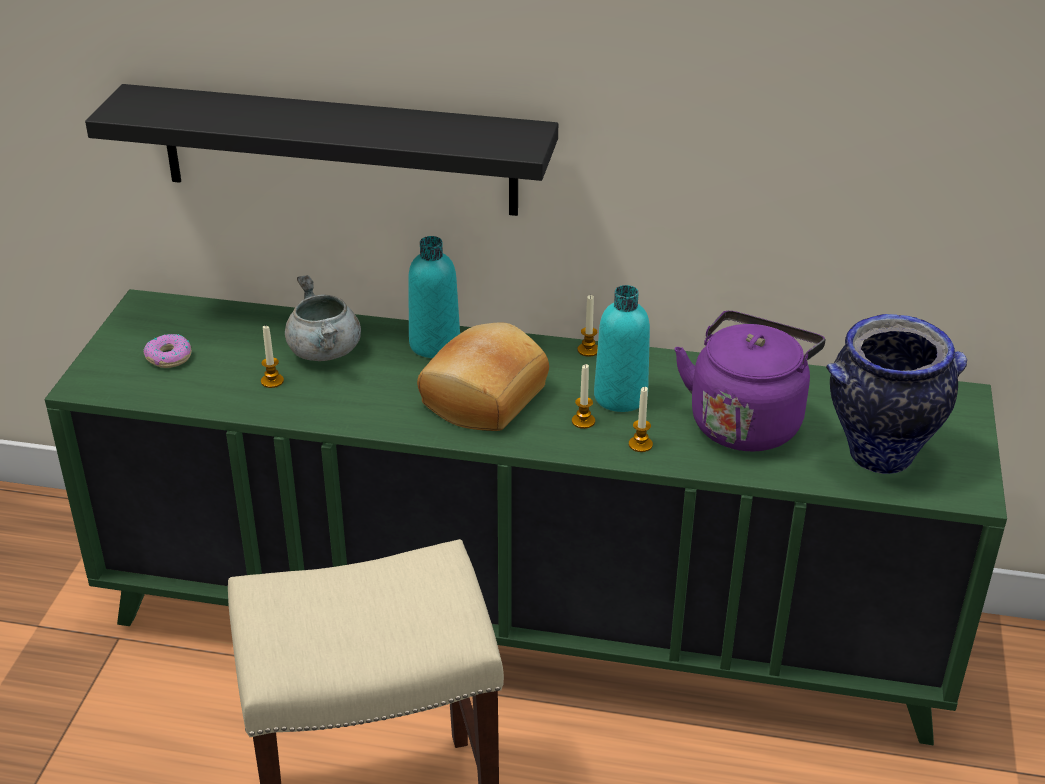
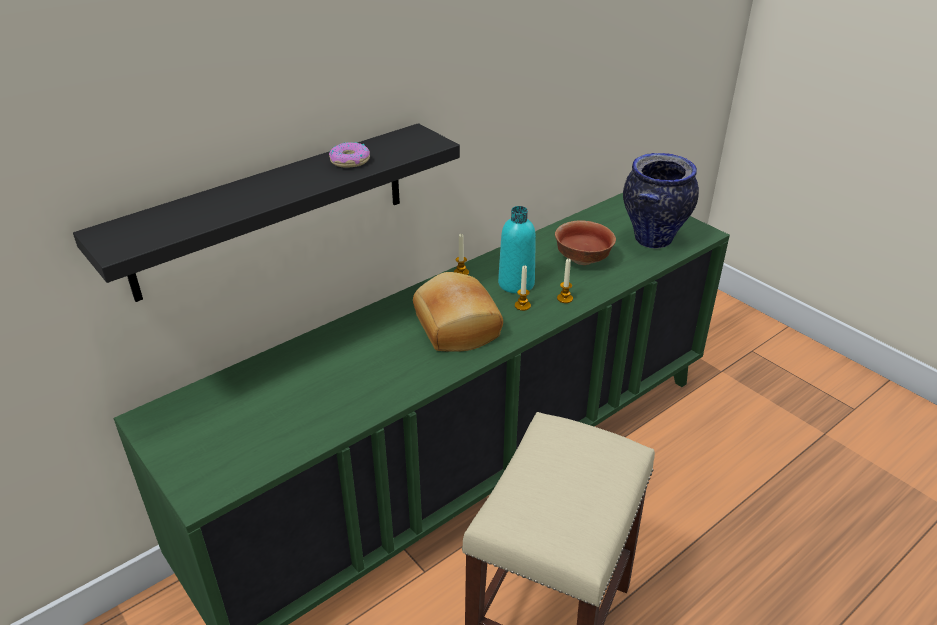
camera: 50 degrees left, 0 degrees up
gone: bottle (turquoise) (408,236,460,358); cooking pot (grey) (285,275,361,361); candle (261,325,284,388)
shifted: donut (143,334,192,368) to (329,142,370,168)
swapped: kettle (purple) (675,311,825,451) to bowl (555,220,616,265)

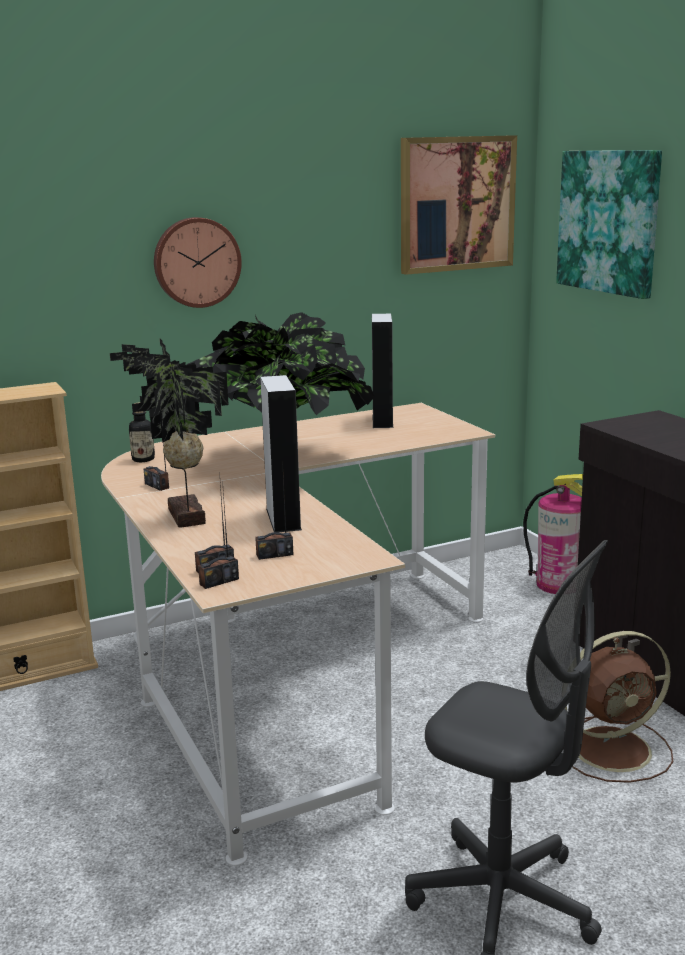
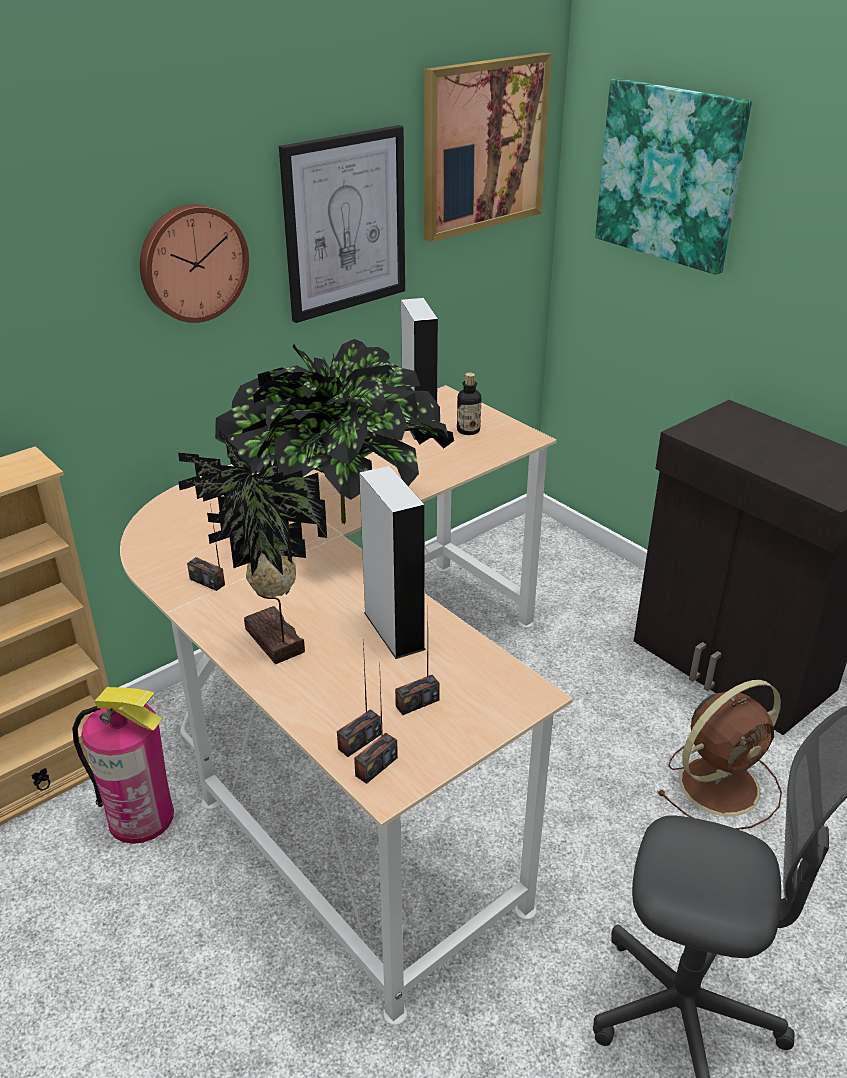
camera: 15 degrees left, 15 degrees up
new: picture (279,125,405,323)
shifted: bottle (129,403,155,462) to (457,372,481,435); fire extinguisher (523,474,583,594) to (72,687,174,844)

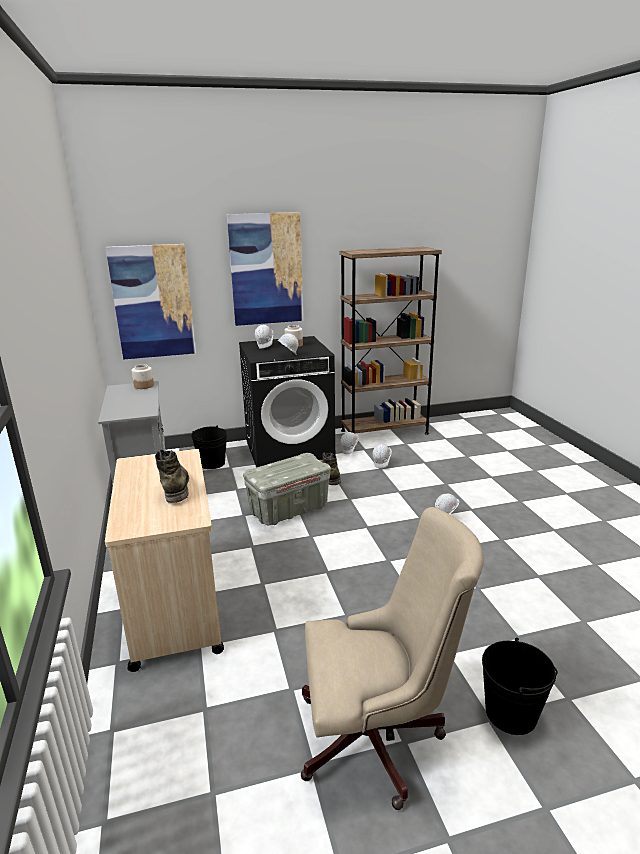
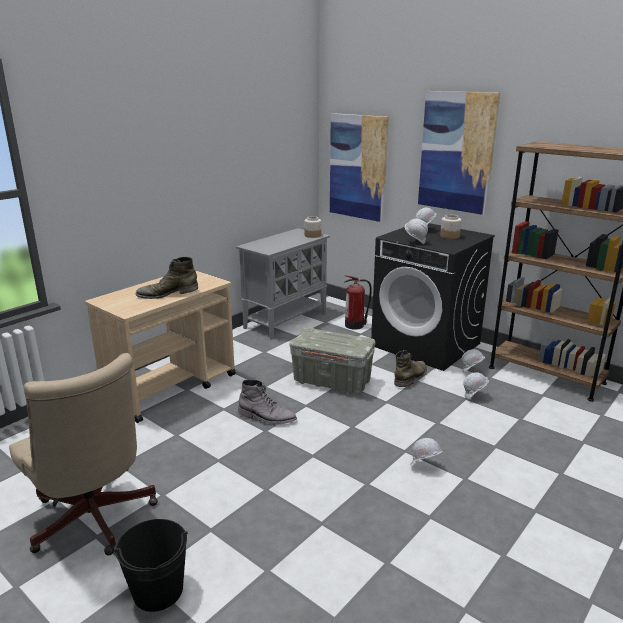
camera: 55 degrees right, 0 degrees up
new: boot (grey) (238,379,297,424)
swapped: bucket (black) (191,426,227,469) to fire extinguisher (344,275,372,330)
rotated: boot (green) (155,449,190,503) = (135,257,198,299) 150 degrees counterclockwise

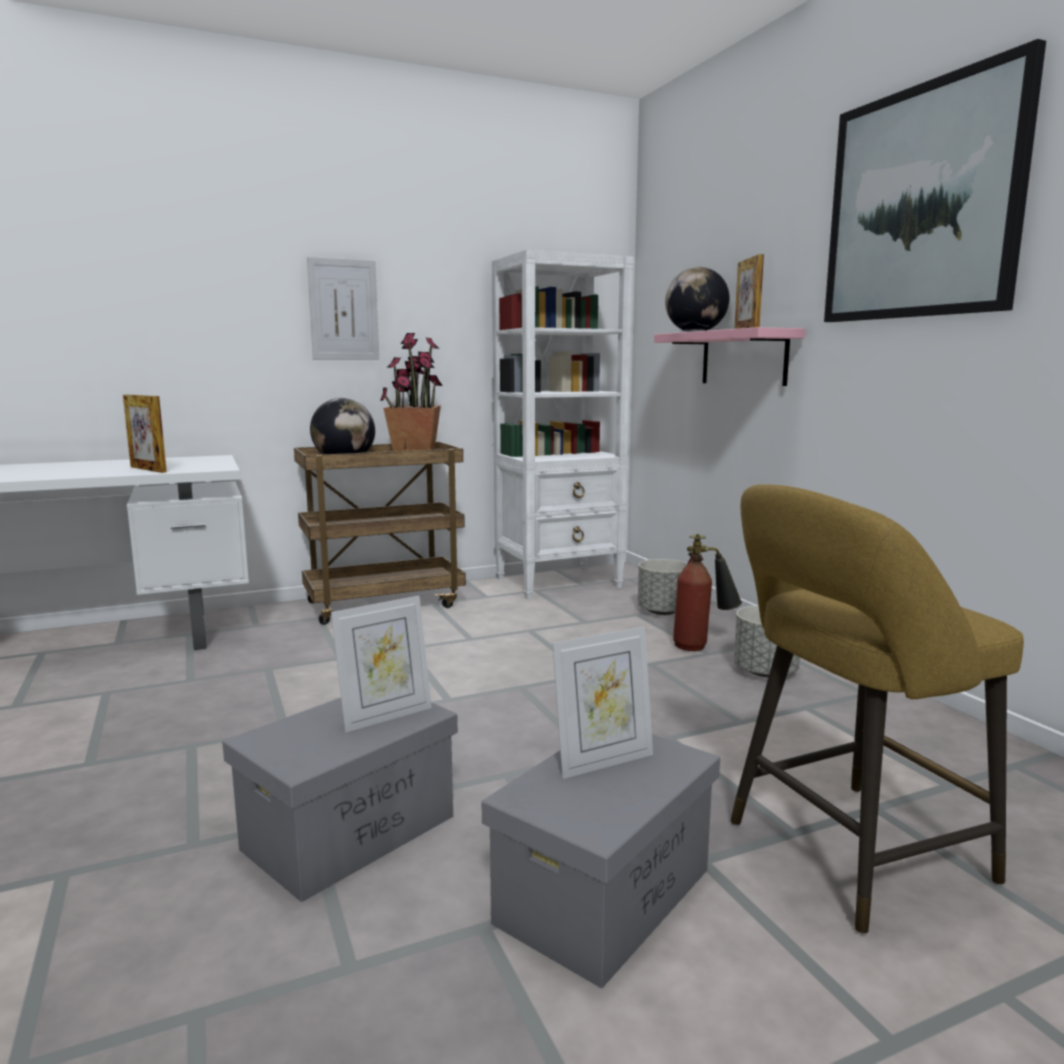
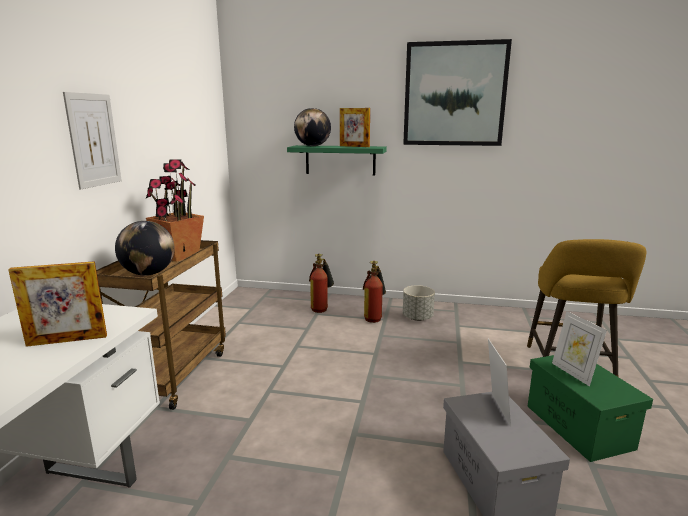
camera: 55 degrees left, 5 degrees up
gone: bookcase (white) (492,250,633,600)
swapped: planter (grey) (638,559,687,615) to fire extinguisher (309,254,334,313)
repainted: shelf (pink) (654,327,805,386) to shelf (green) (287,145,387,176); storage box (grey) (481,734,720,988) to storage box (green) (527,355,653,462)
rotated: picture frame (552,627,653,779) = (552,311,607,386) 150 degrees clockwise

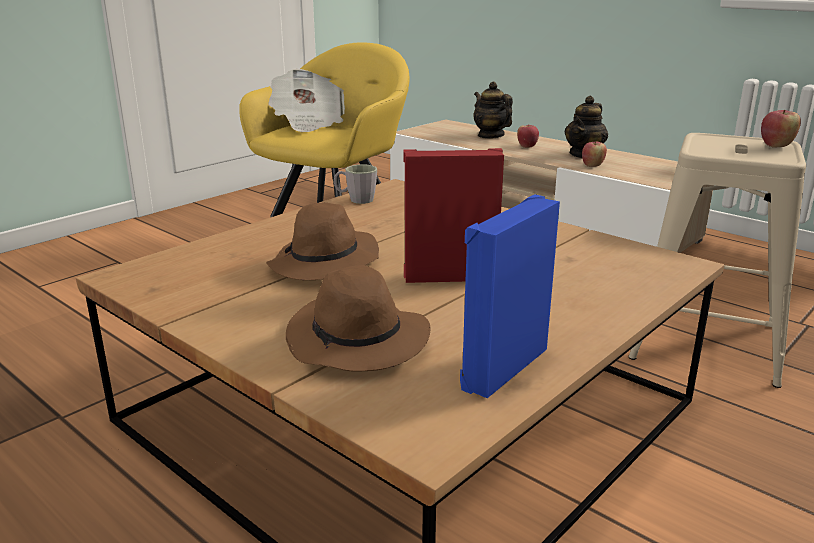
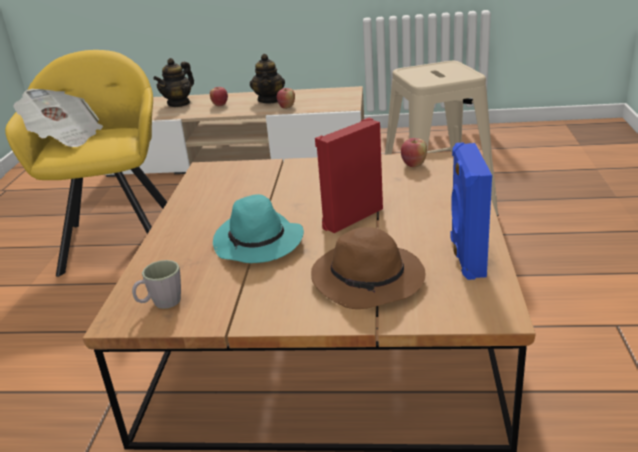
camera: 35 degrees left, 5 degrees up
shifted: apple (761,110,801,148) to (401,138,427,168); mug (grey) (334,164,377,204) to (132,260,181,309)
repainted: hat (brown) (266,203,379,280) to hat (turquoise) (213,194,304,263)
rotated: teapot (473,82,513,139) = (153,58,194,107) 75 degrees counterclockwise

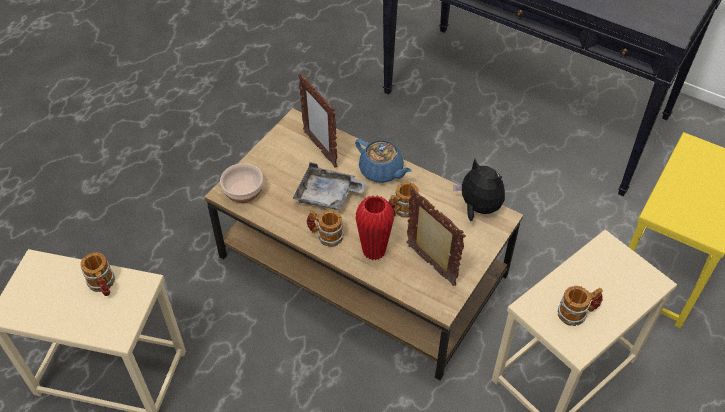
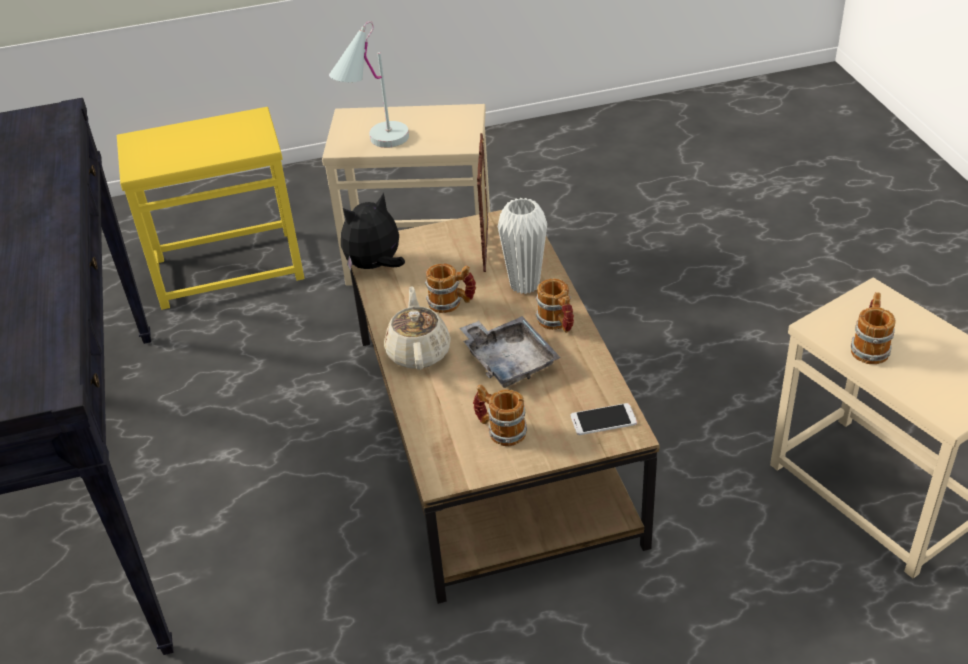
camera: 135 degrees left, 10 degrees down
gone: picture frame (298,73,338,168)
new: table lamp (white) (329,21,409,148)
shifted: mug (558,286,603,326) to (473,384,527,446)
swapped: bowl (220,163,263,203) to phone (571,403,637,435)
repainted: teapot (blue) (355,139,412,183) to teapot (beige) (384,286,451,370); vase (red) (355,195,394,260) to vase (white) (498,198,547,294)
rotated: plush toy (453,158,505,221) = (341,192,405,270) 60 degrees clockwise

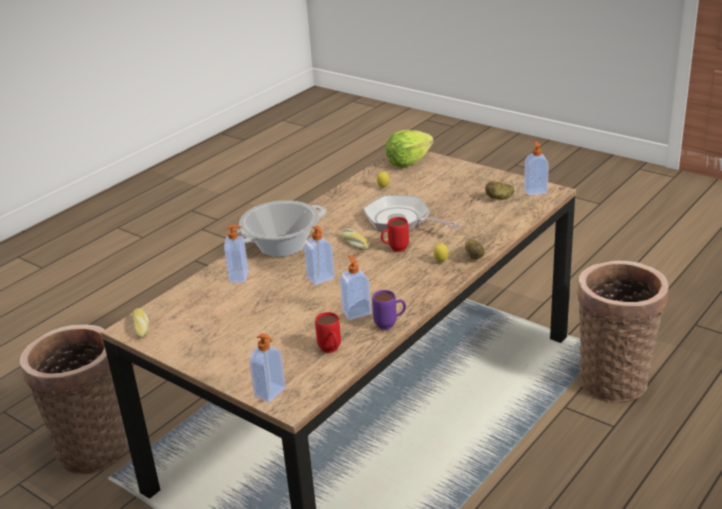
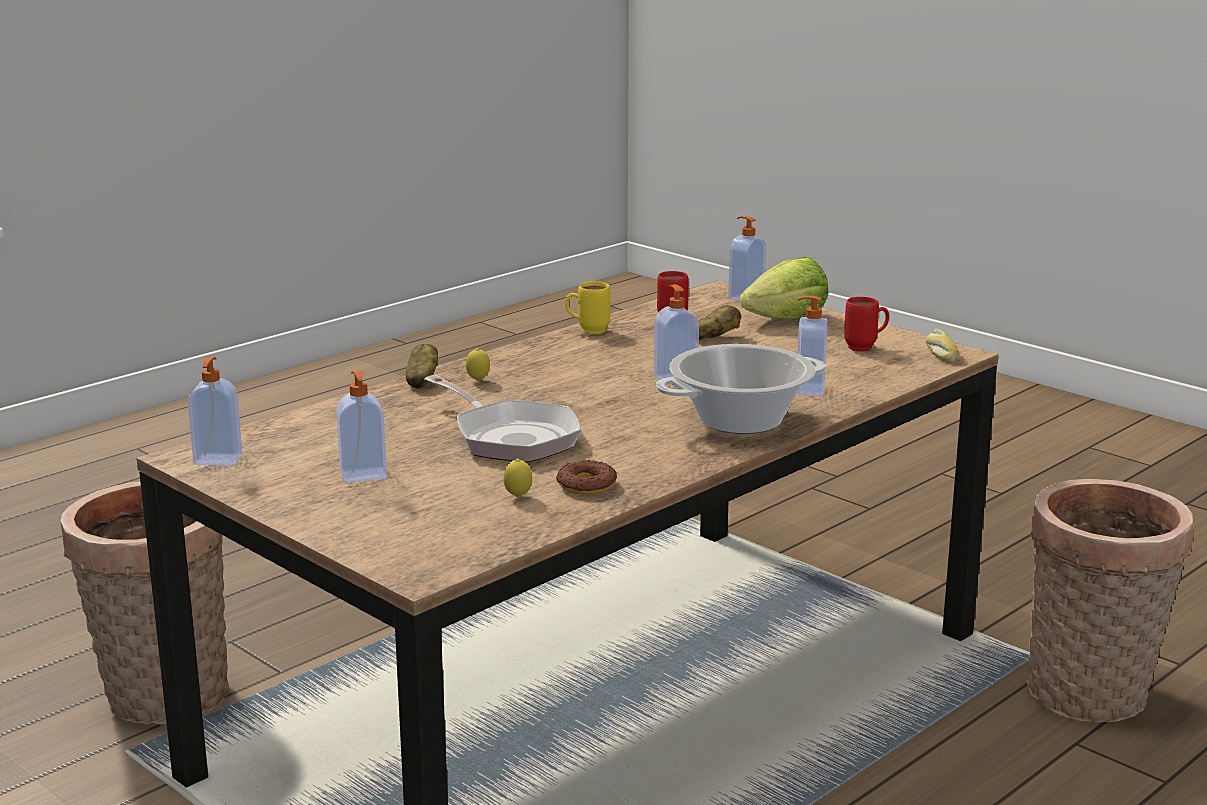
camera: 175 degrees left, 10 degrees down
gone: bread (341,228,369,250)
new: donut (556,460,617,495)
shifted: lettuce (385,130,434,167) to (740,257,828,319); potato (485,181,514,200) to (698,305,741,339); mug (red) (381,217,409,252) to (844,297,889,351); soap dispenser (340,256,371,320) to (336,371,387,483)
repainted: mug (purple) (372,290,406,330) to mug (yellow) (565,281,610,334)

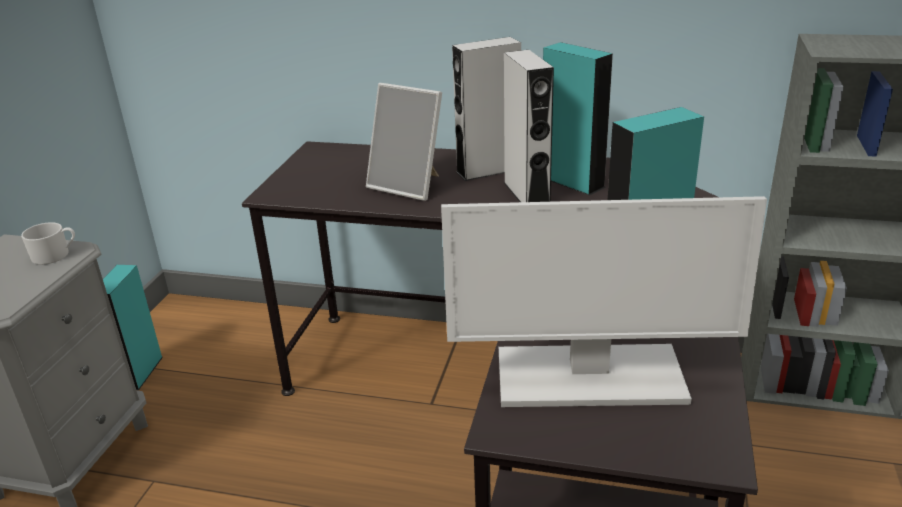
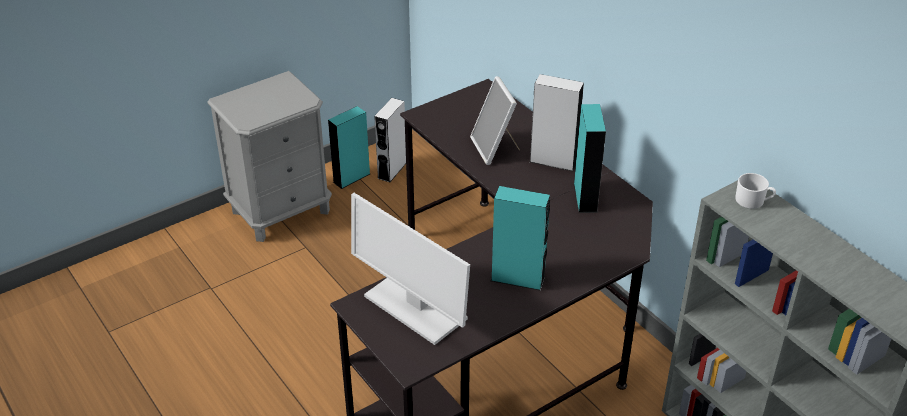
camera: 40 degrees right, 10 degrees up
shifted: speaker (grey) (504,50,554,202) to (374,98,406,182); mug (white) (21,222,75,265) to (735,173,776,209)

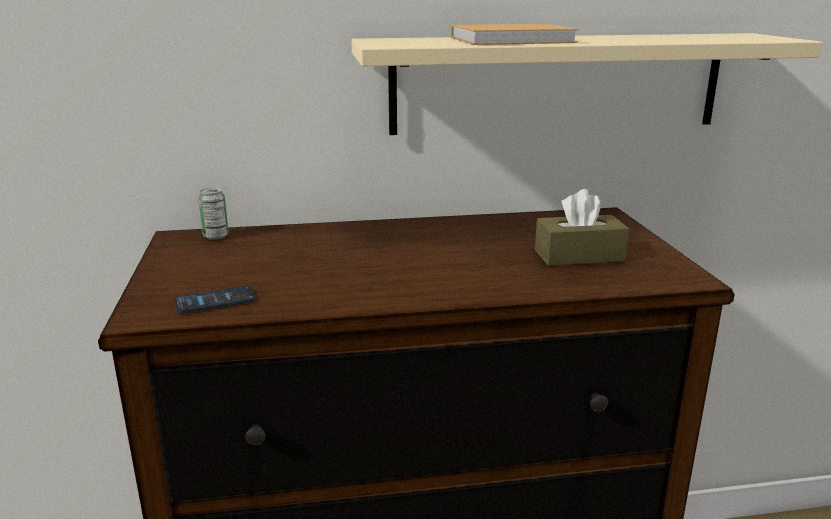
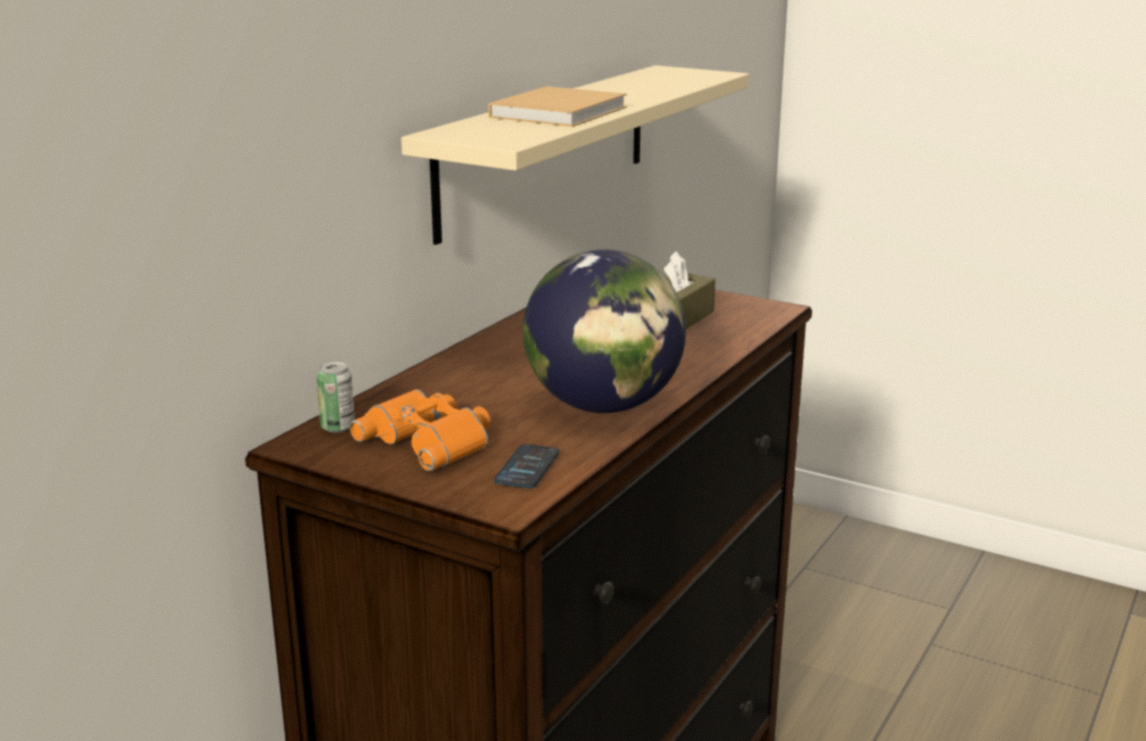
camera: 50 degrees left, 0 degrees up
new: globe (523,250,686,413); binoculars (orange) (350,389,491,471)

